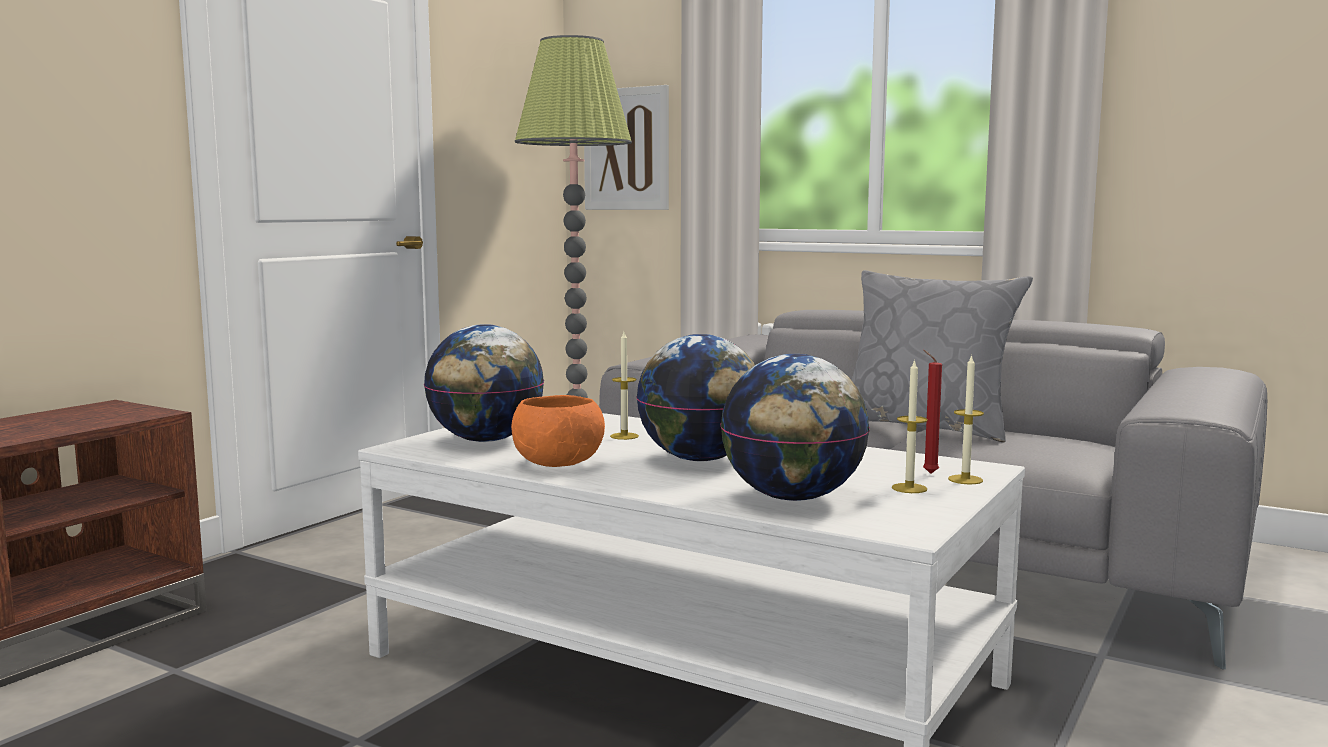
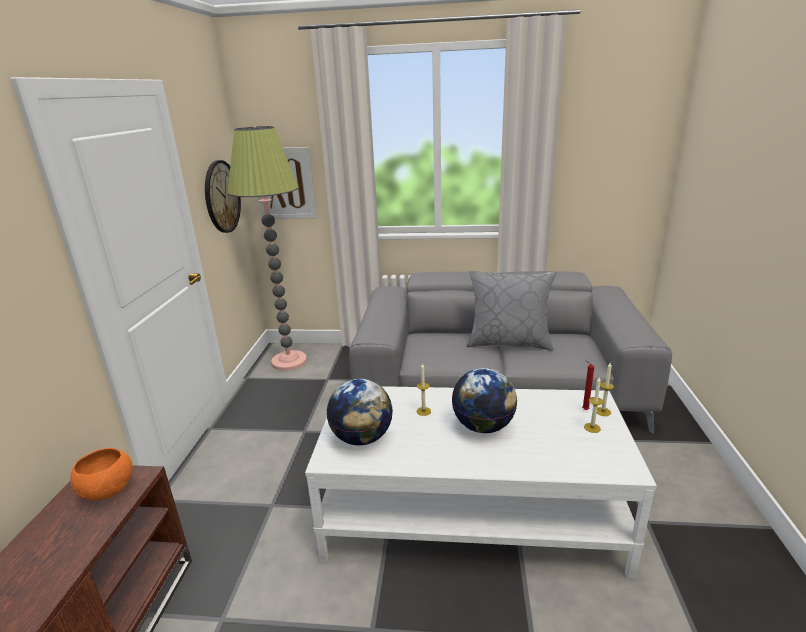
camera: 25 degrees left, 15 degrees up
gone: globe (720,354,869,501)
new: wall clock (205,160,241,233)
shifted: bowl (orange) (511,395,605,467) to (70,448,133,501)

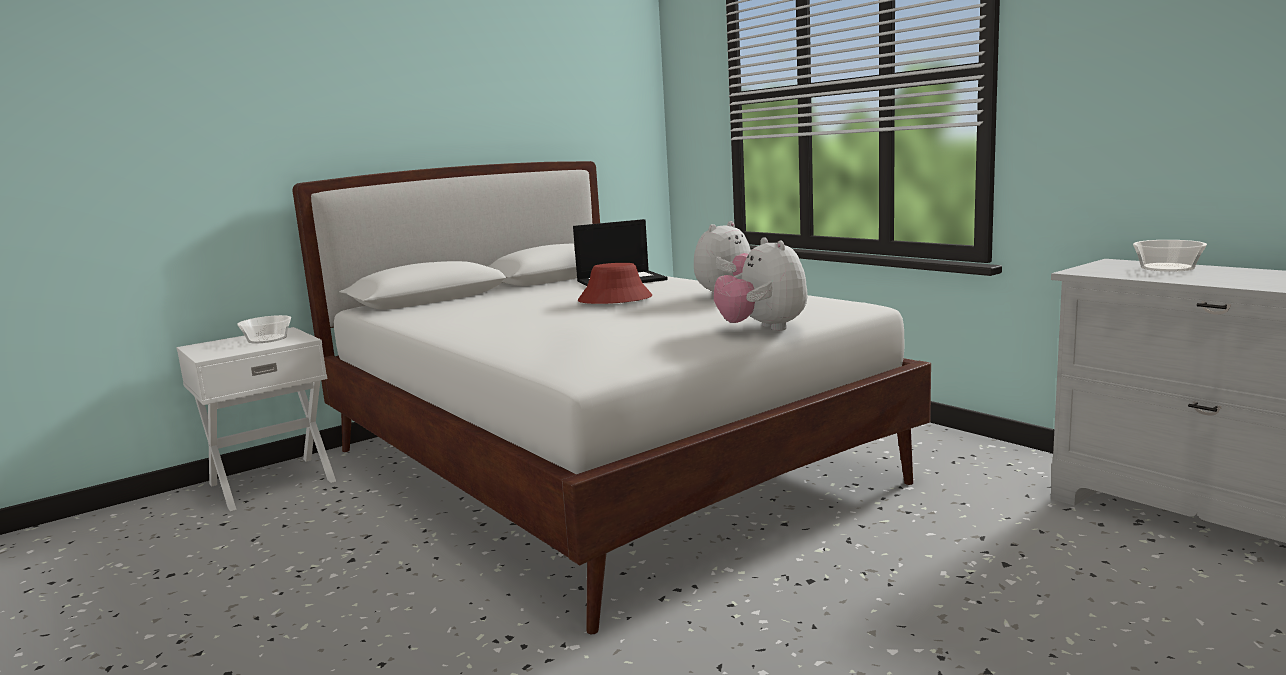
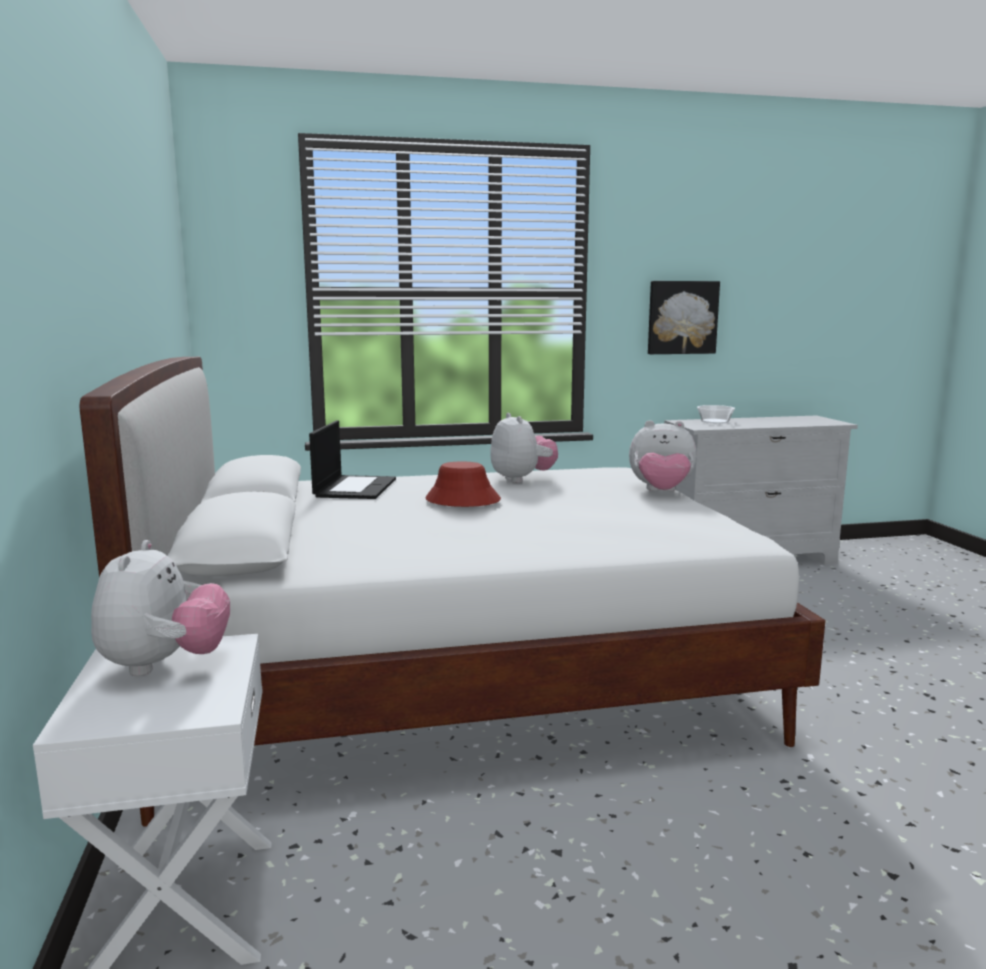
camera: 65 degrees left, 0 degrees up
new: picture (648,281,720,354)
swapped: bowl (237,315,291,343) to plush toy (91,540,230,676)

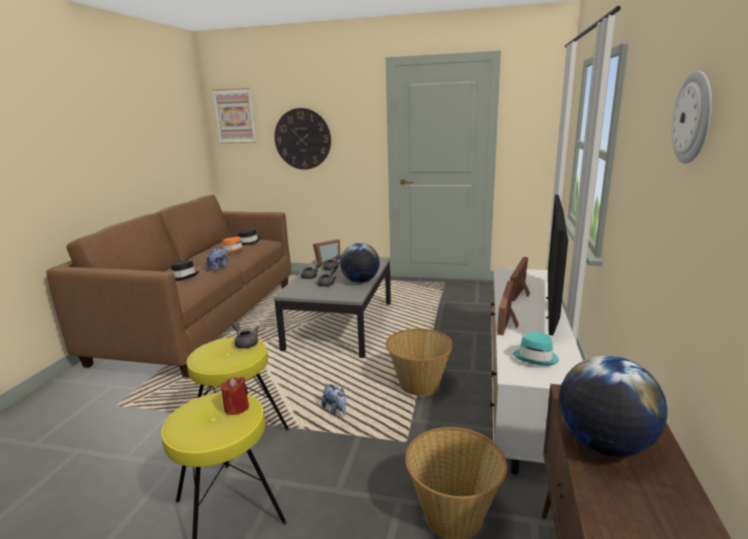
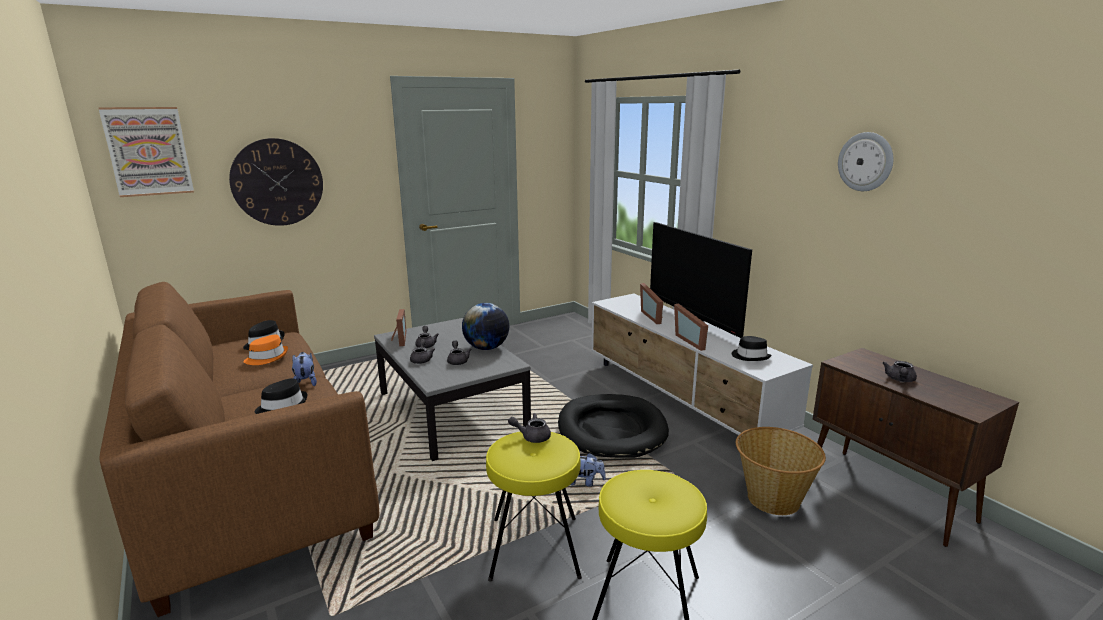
camera: 45 degrees left, 0 degrees up
gone: candle (red) (221,377,249,415)
swapped: basket (385,328,453,397) to dog bed (black) (558,394,669,458); globe (559,355,668,457) to teapot (grey) (882,361,917,382)
repainted: hat (turquoise) (513,332,559,366) to hat (black) (732,336,771,361)

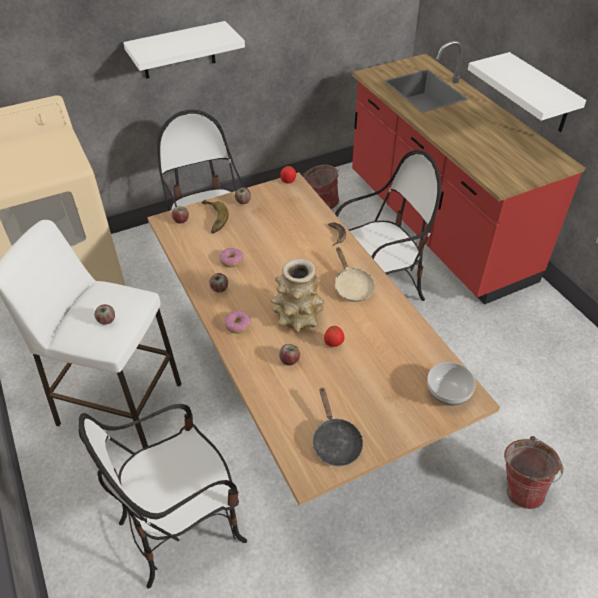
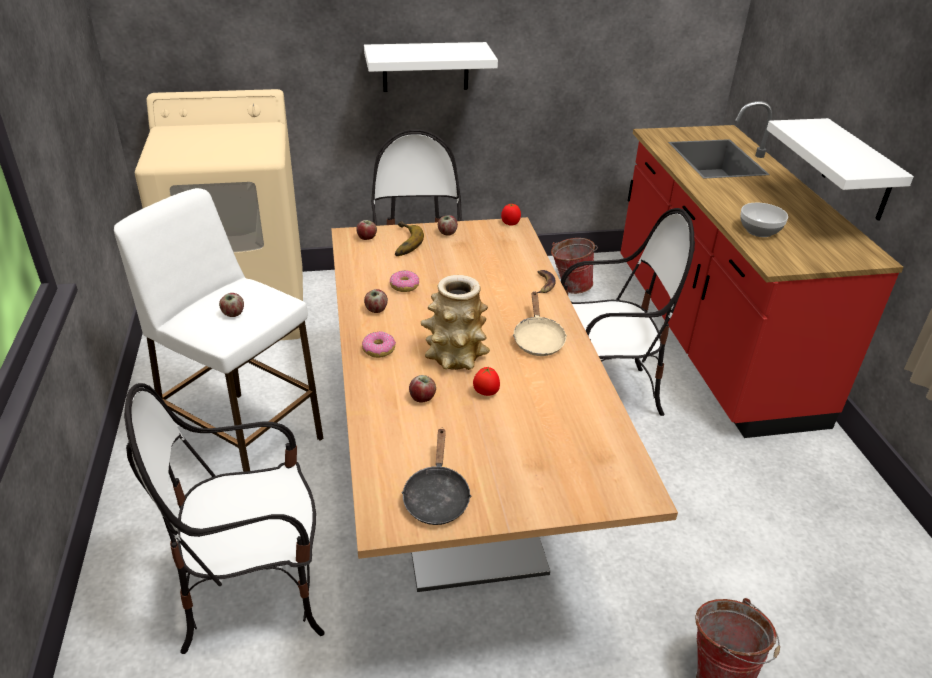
camera: 15 degrees right, 10 degrees down
shifted: bowl (427,362,476,406) to (740,203,788,237)

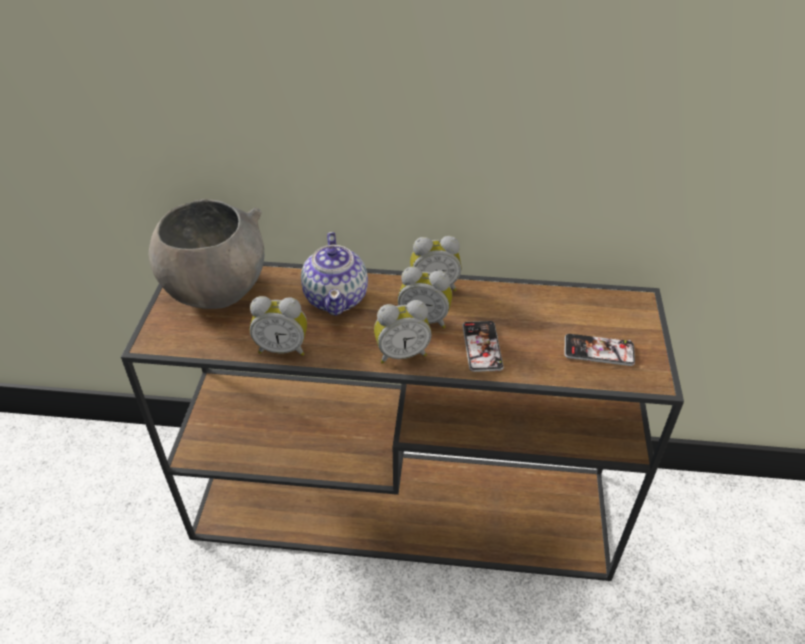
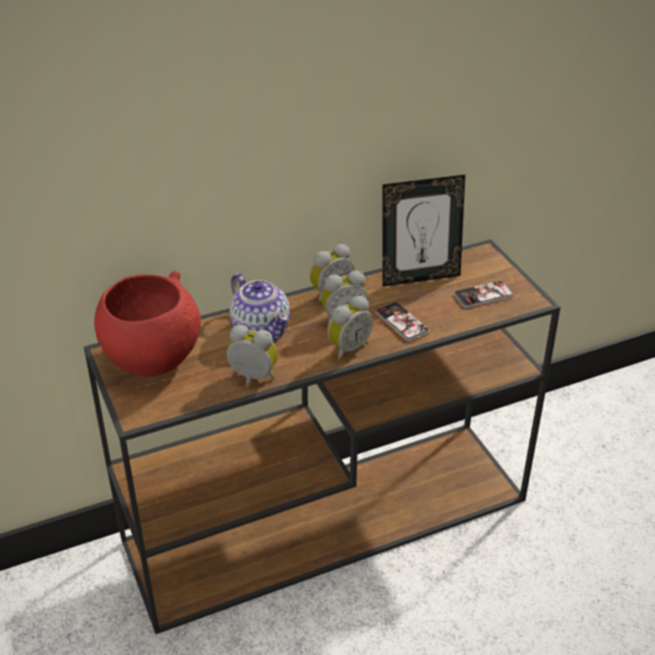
camera: 30 degrees left, 5 degrees down
new: picture frame (382,175,465,287)
repainted: bowl (grey) (149,199,264,309) to bowl (red) (94,271,201,377)
rotated: alarm clock (250,296,307,356) = (227,325,278,387) 135 degrees counterclockwise

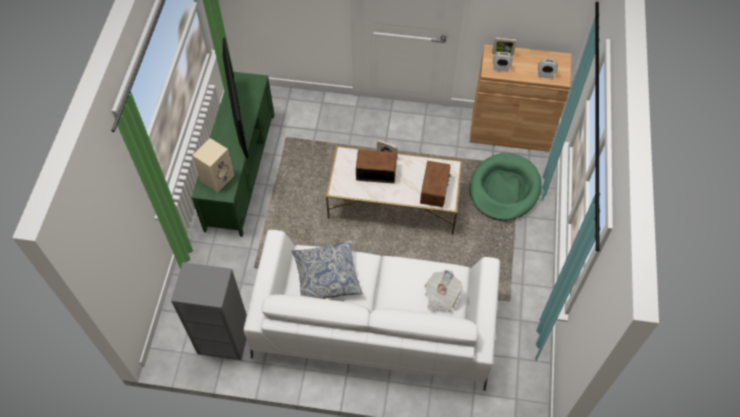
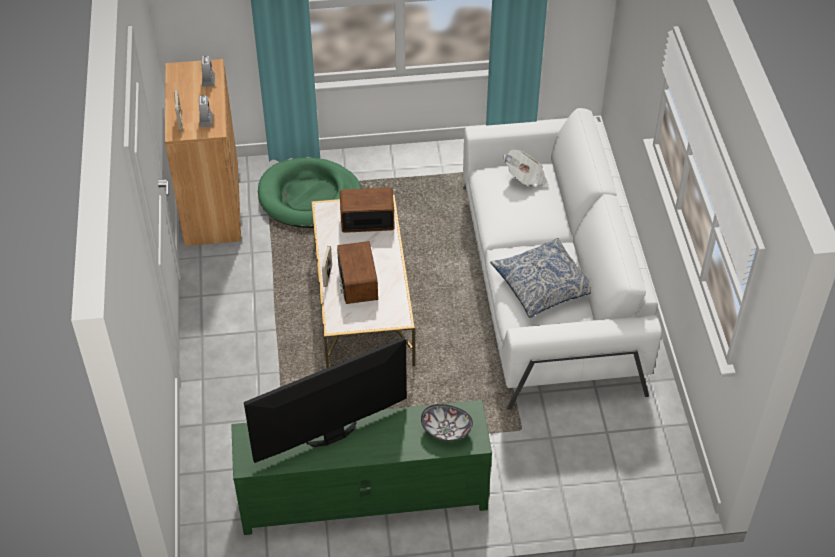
camera: 105 degrees left, 10 degrees down
gone: bookcase (grey) (171,262,247,360)
swapped: speaker (beige) (192,138,234,192) to bowl (421,404,473,441)

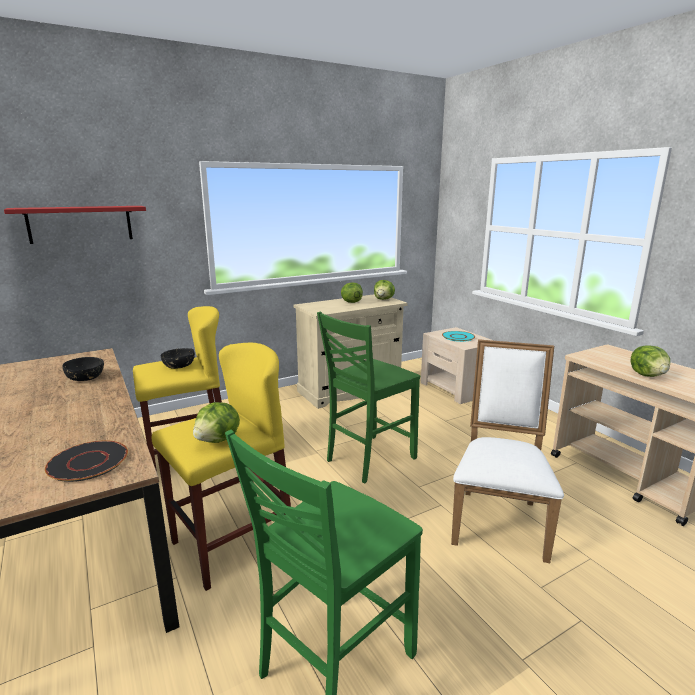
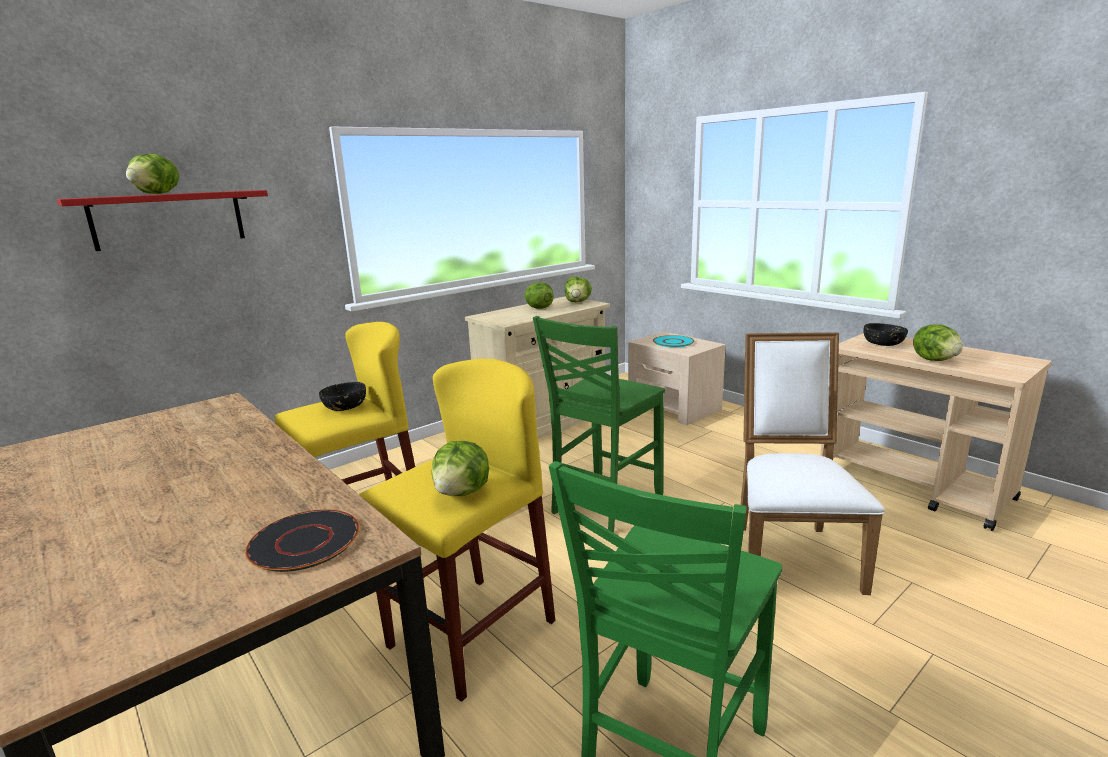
camera: 10 degrees left, 0 degrees up
new: lettuce (126,153,179,194)
shifted: bowl (black) (62,357,104,381) to (863,323,908,346)

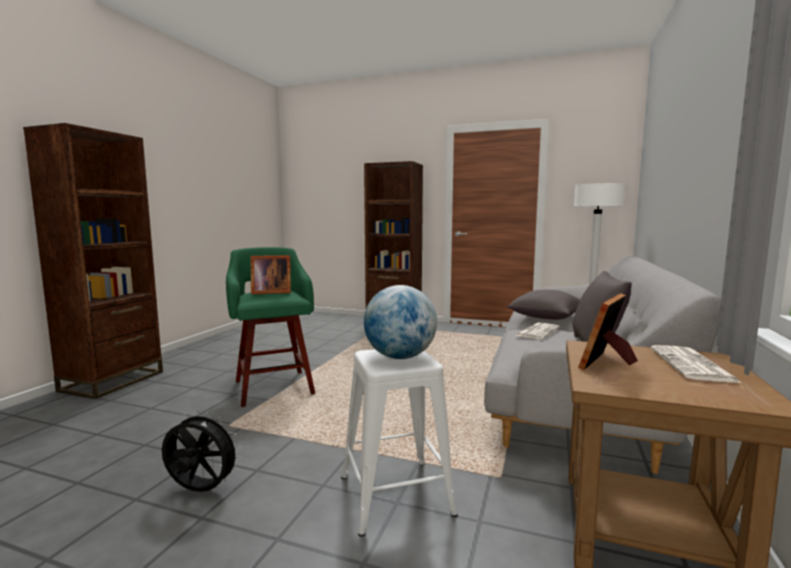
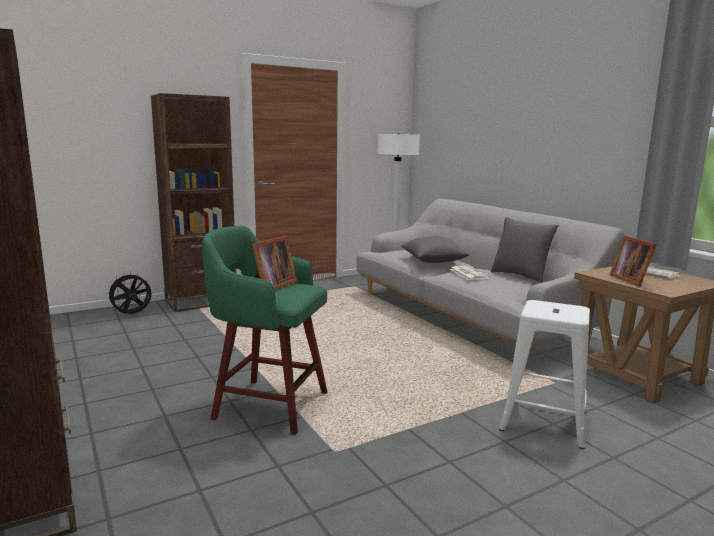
camera: 50 degrees left, 5 degrees up
gone: globe (364,285,437,359)
shifted: fan (black) (162,410,242,492) to (106,272,152,314)

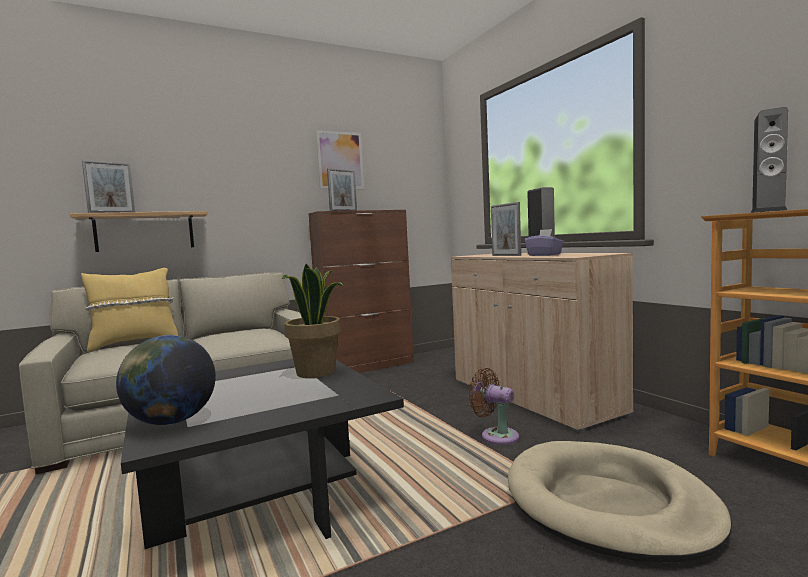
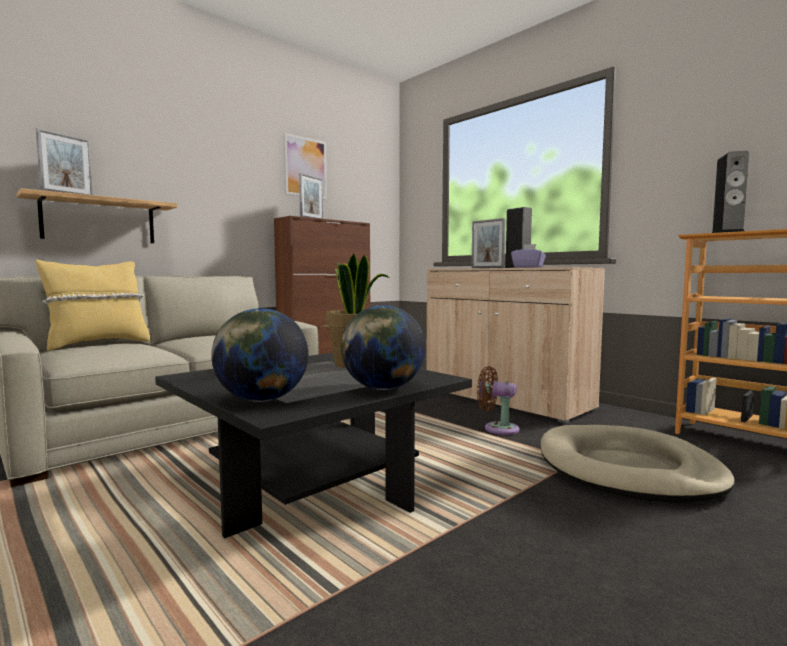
camera: 15 degrees left, 0 degrees up
new: globe (341,305,426,390)

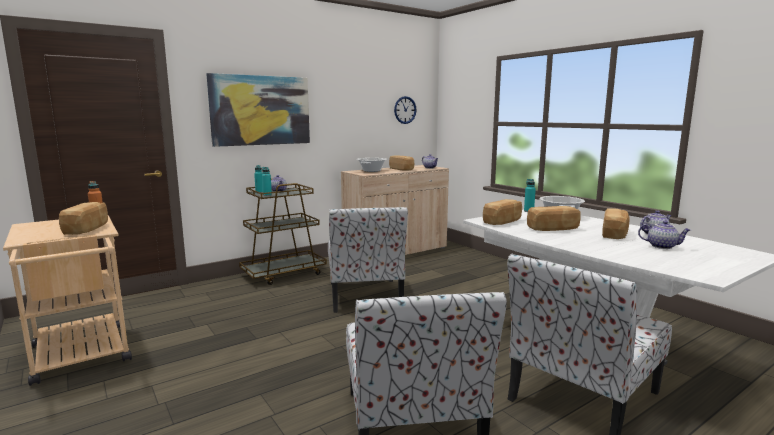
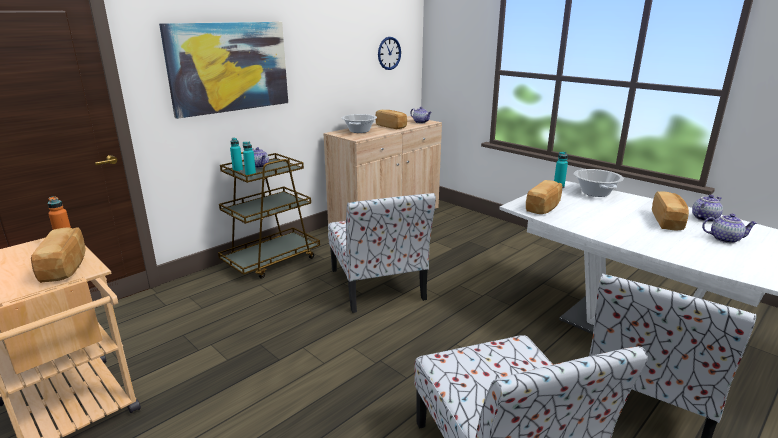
camera: 10 degrees left, 10 degrees up
gone: bread (527,206,581,231)

